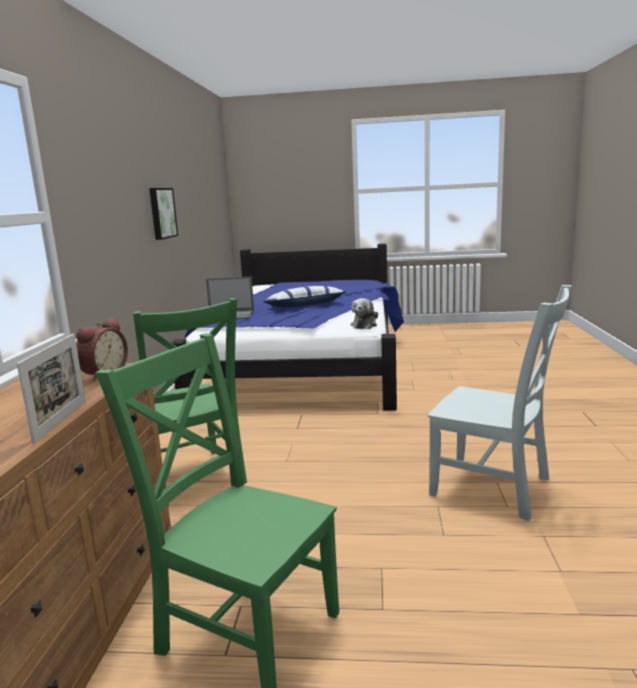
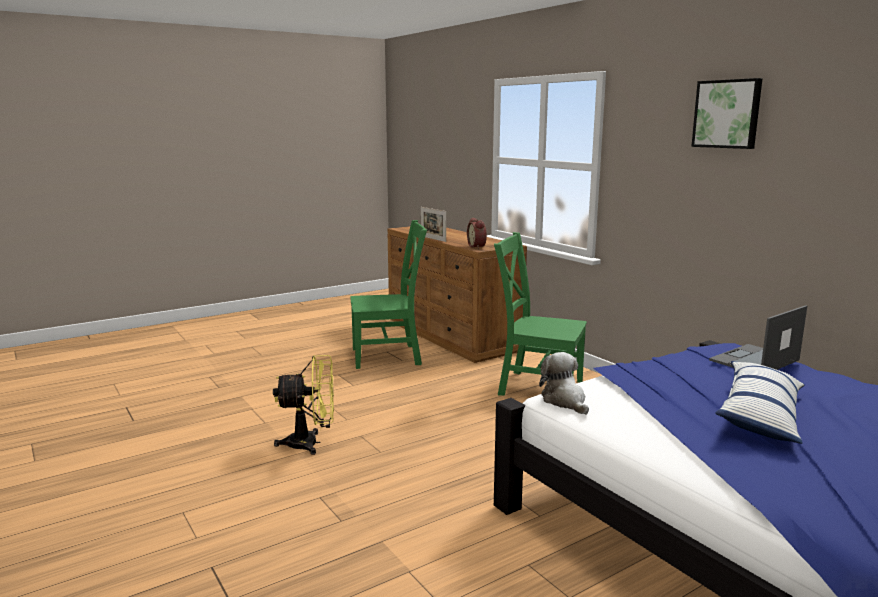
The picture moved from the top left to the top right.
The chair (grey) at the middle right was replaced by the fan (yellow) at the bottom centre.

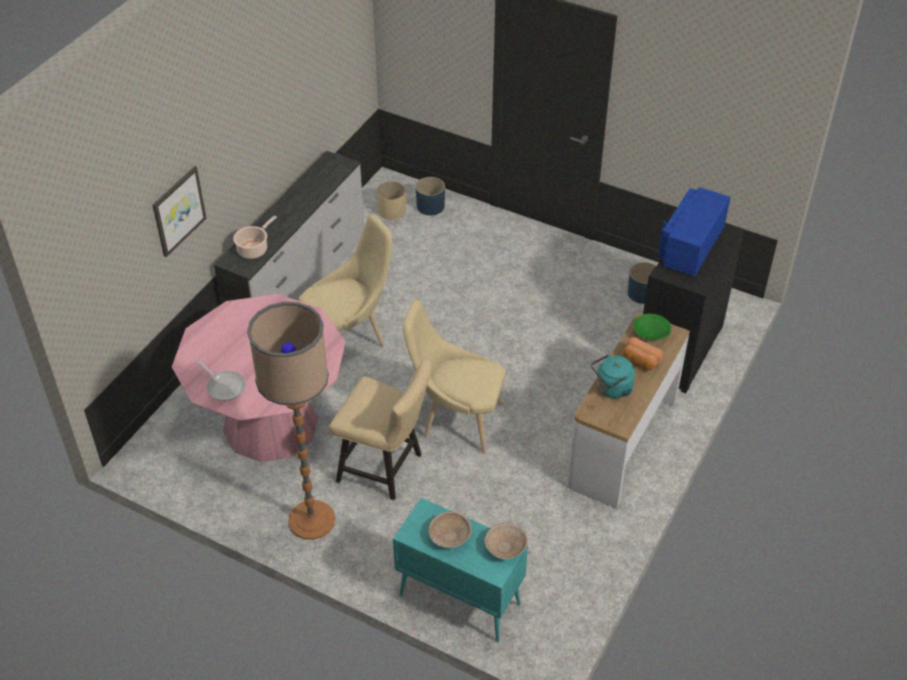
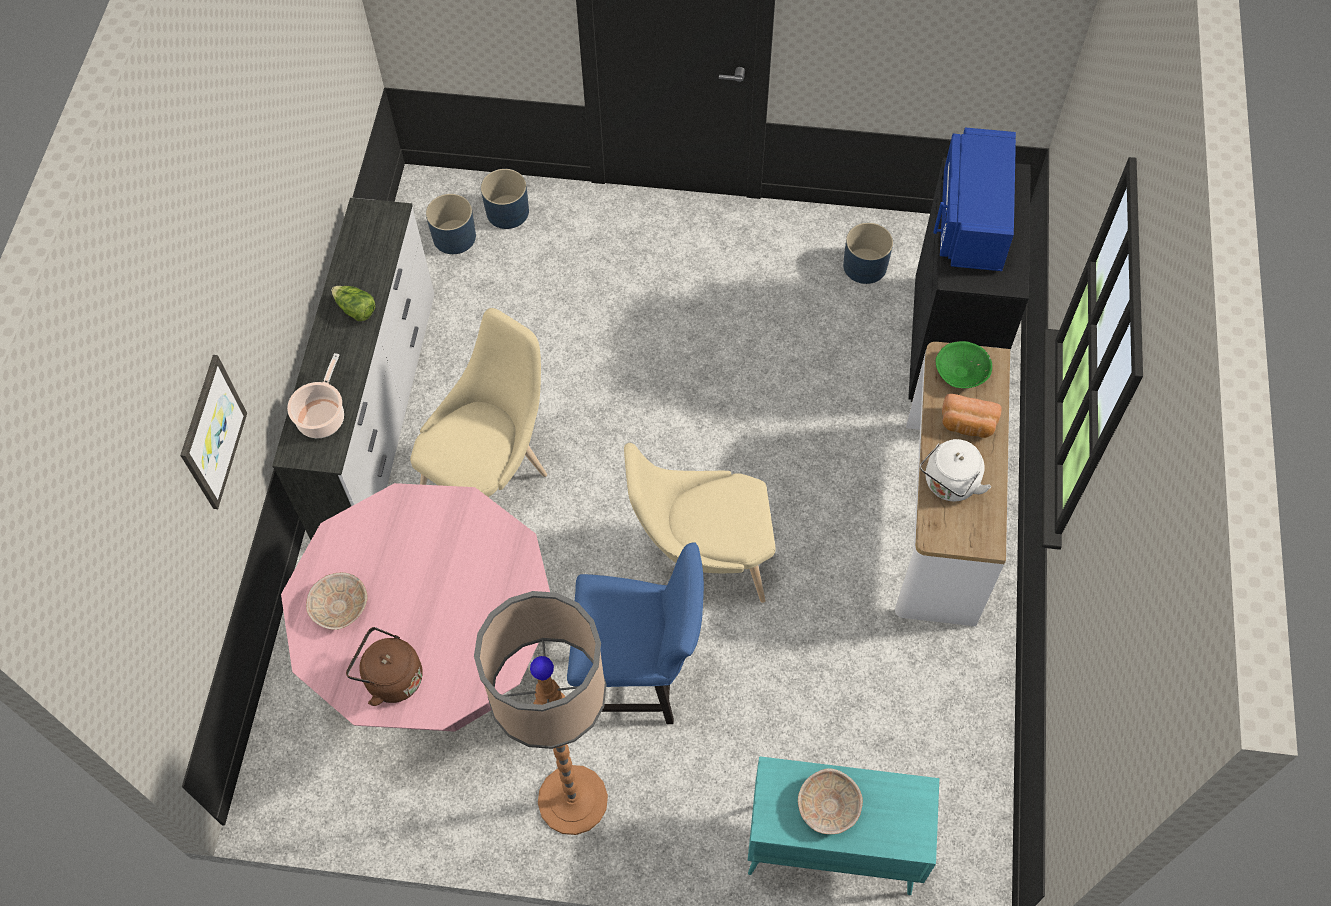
The planter (beige) at the top centre became the planter (blue) (1st from left) at the top centre.
The kettle (turquoise) at the middle right became the kettle (white) at the middle right.
The frying pan at the middle left was replaced by the kettle (brown) at the bottom left.
The chair (beige) (2nd from left) at the centre became the chair (blue) at the bottom centre.
The bowl (beige) (2nd from left in the first image) moved from the bottom centre to the middle left.
The lettuce at the middle left appeared.

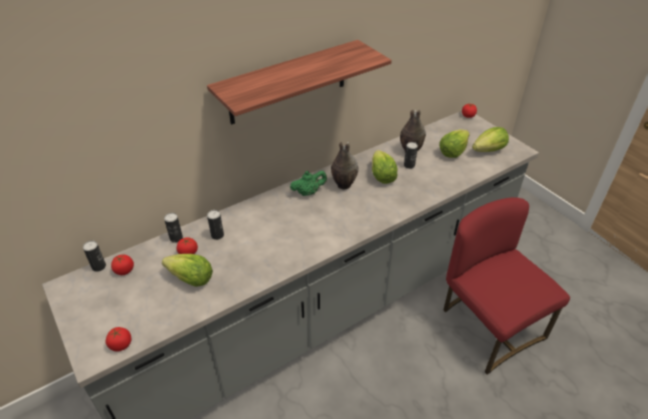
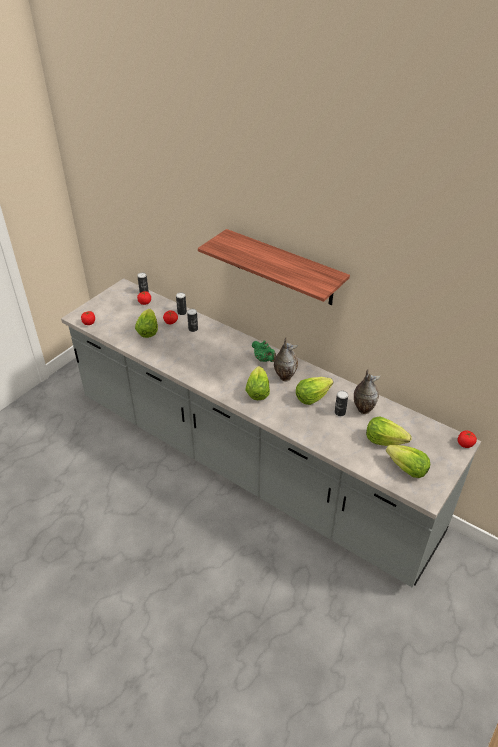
The chair (red) at the bottom right disappeared.
The lettuce (2nd from left) at the centre appeared.

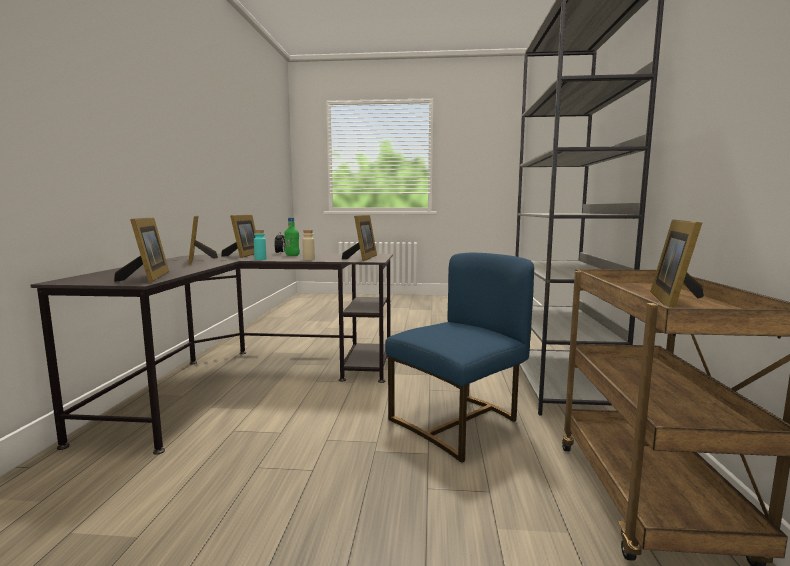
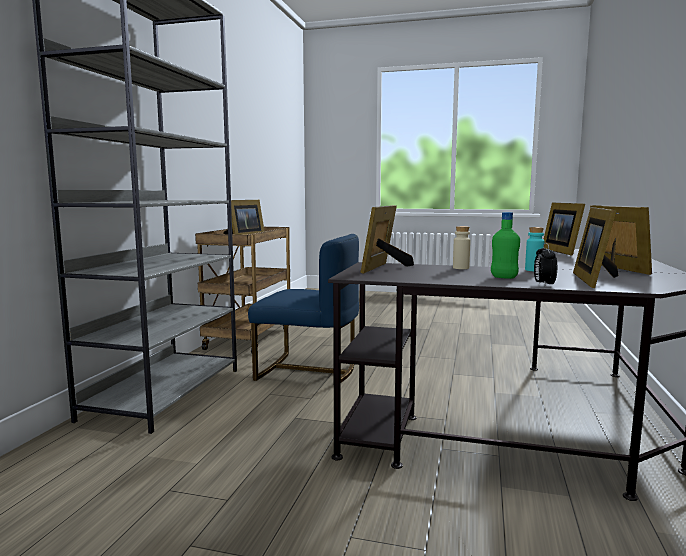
The chair (blue) at the centre turned 135 degrees counterclockwise.

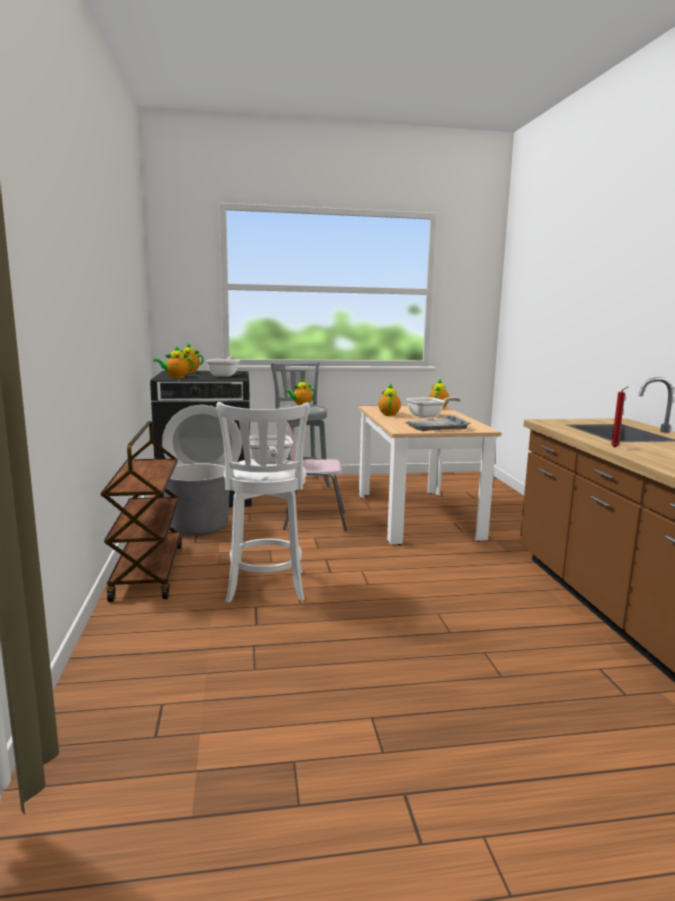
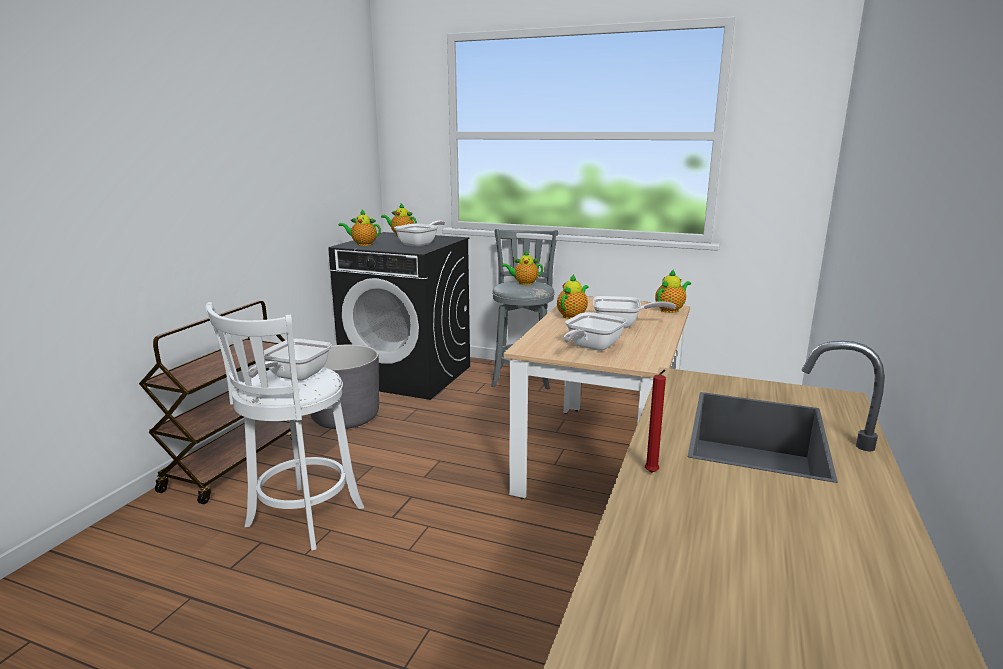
The tray (grey) at the centre was replaced by the frying pan (3rd from left) at the centre.
The chair (pink) at the centre disappeared.

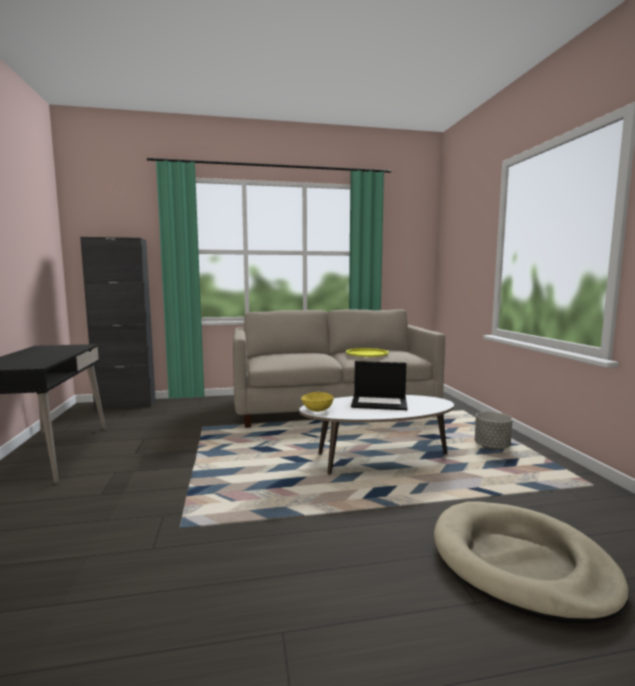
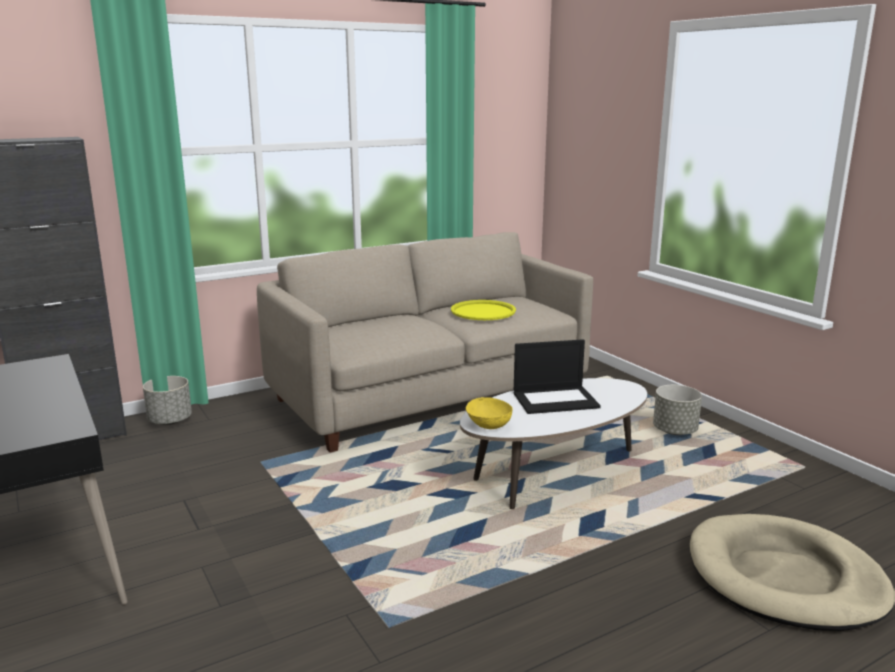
The planter (grey) (1st from left) at the middle left appeared.

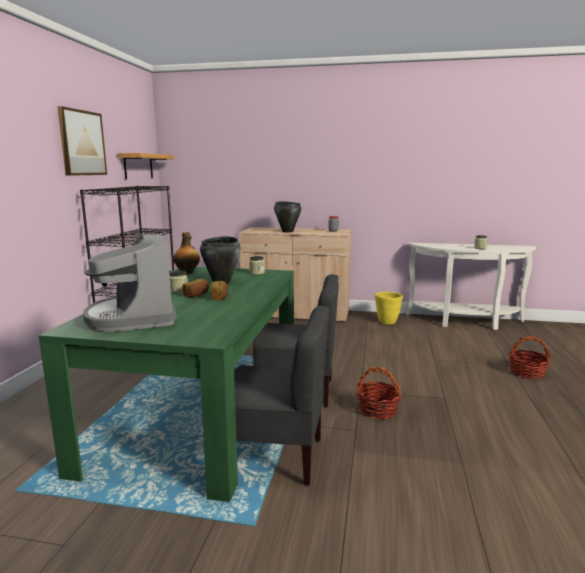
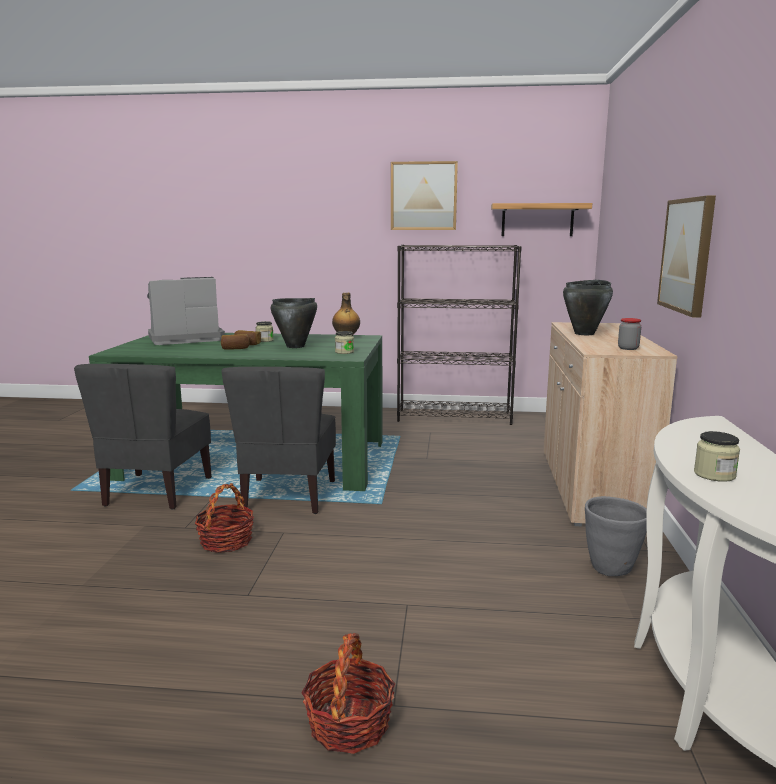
The planter (yellow) at the centre became the planter (grey) at the bottom right.
The picture (2nd from left) at the top right appeared.

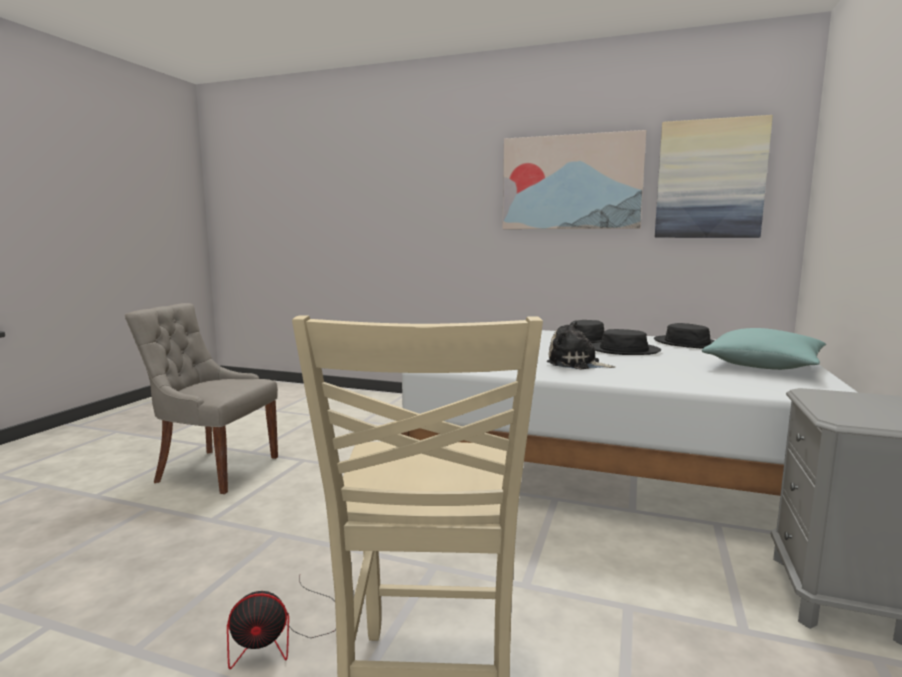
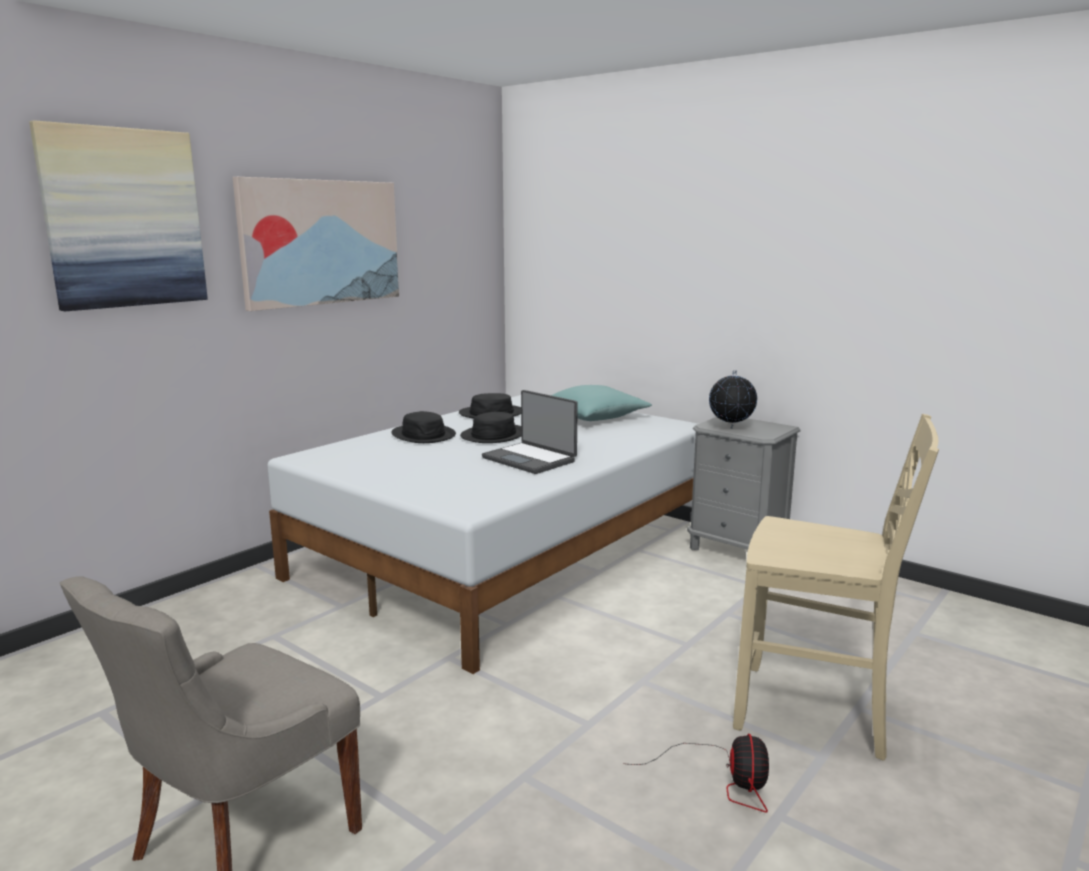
The picture (2nd from left in the first image) moved from the top right to the top left.
The plush toy at the centre was replaced by the laptop at the centre.
The globe at the middle right appeared.

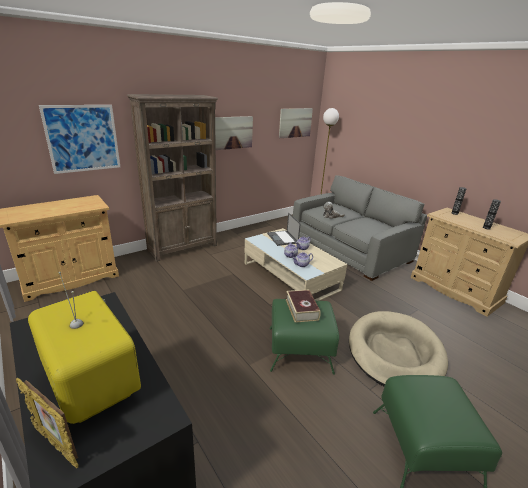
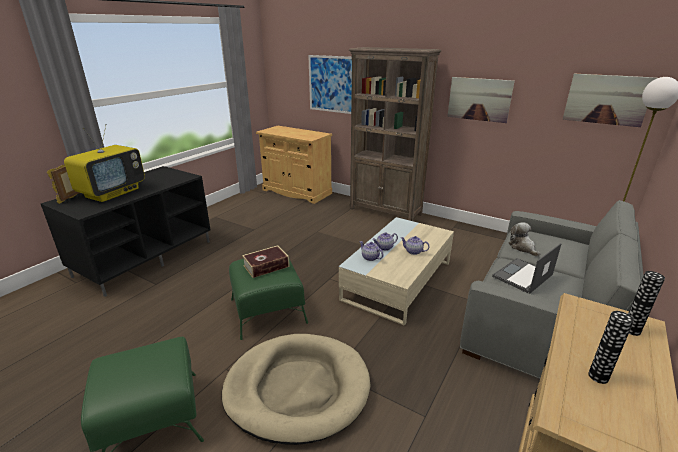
The laptop moved from the centre to the middle right.

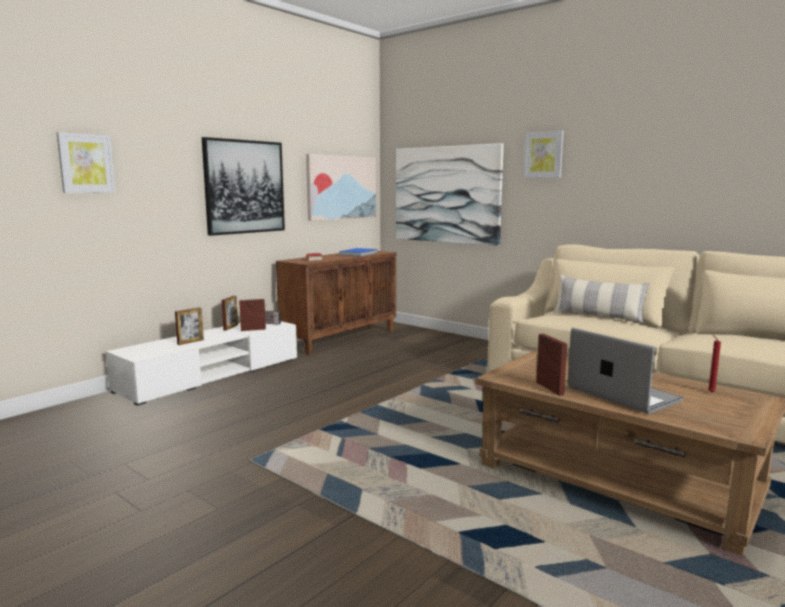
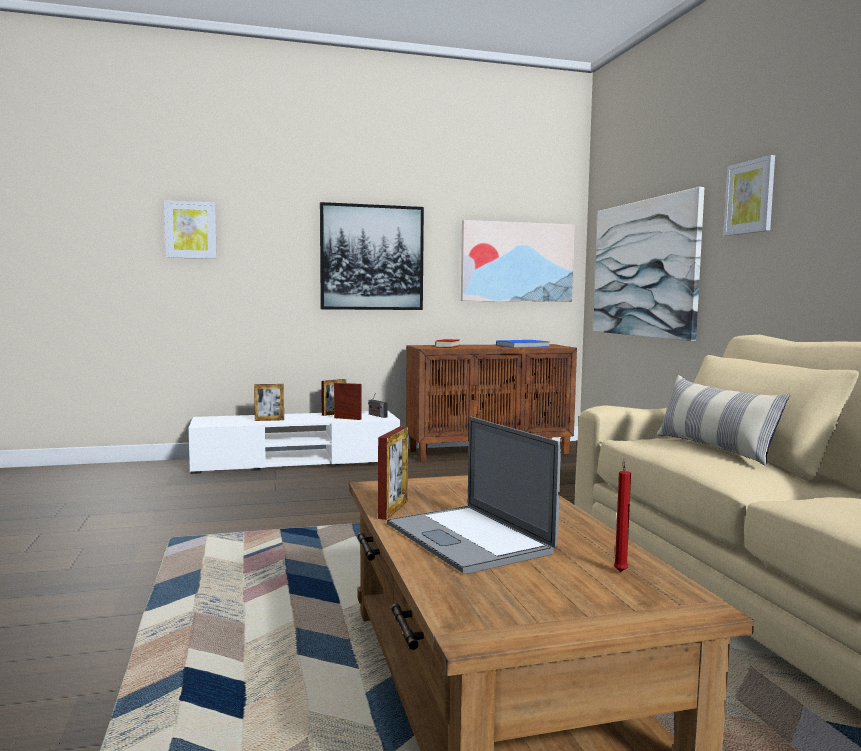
The laptop at the middle right turned 150 degrees clockwise.

